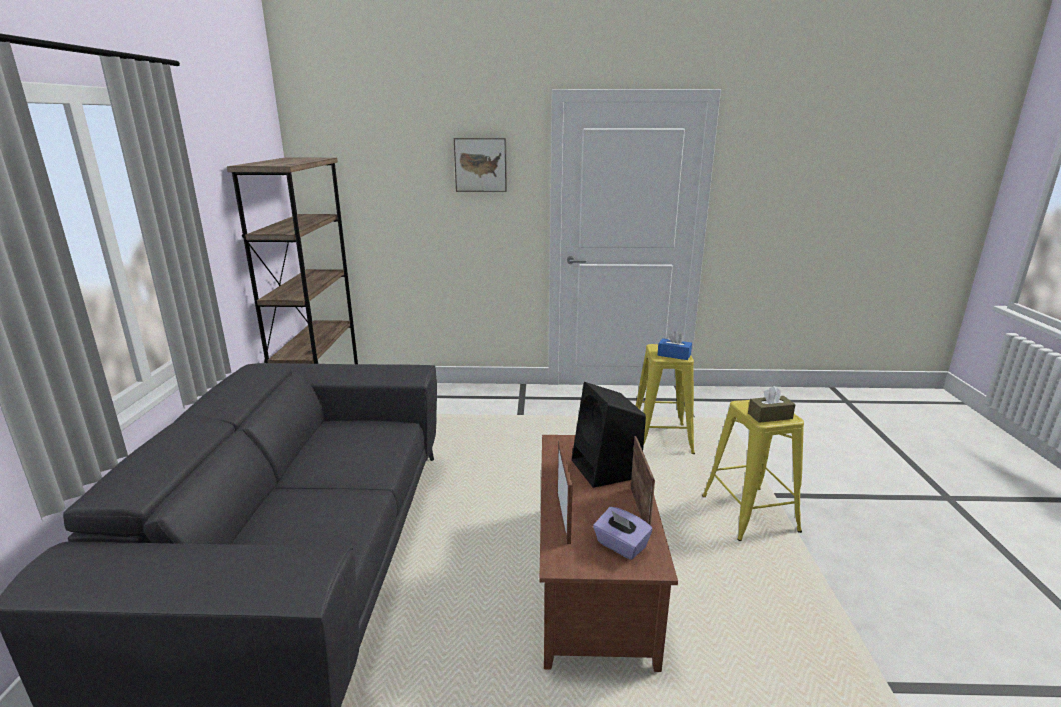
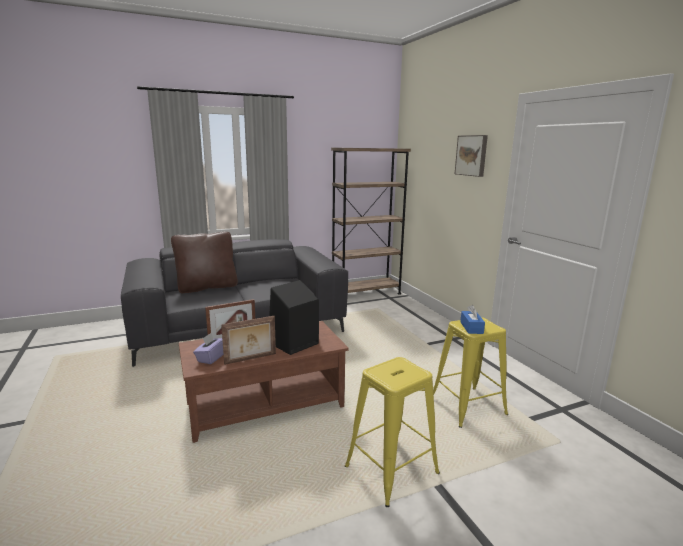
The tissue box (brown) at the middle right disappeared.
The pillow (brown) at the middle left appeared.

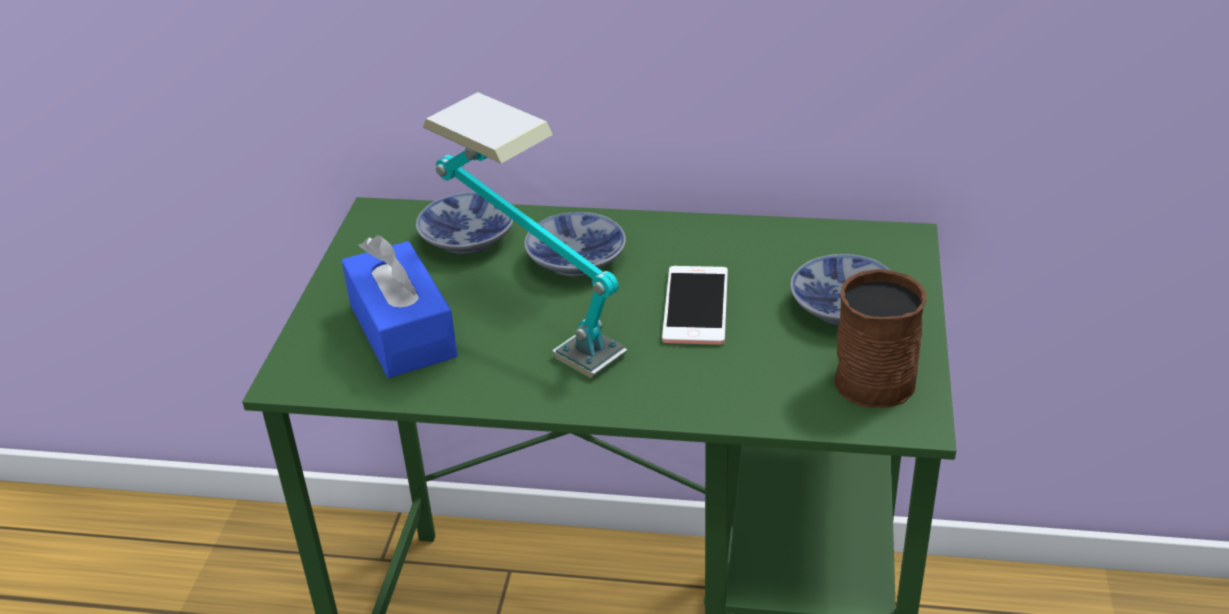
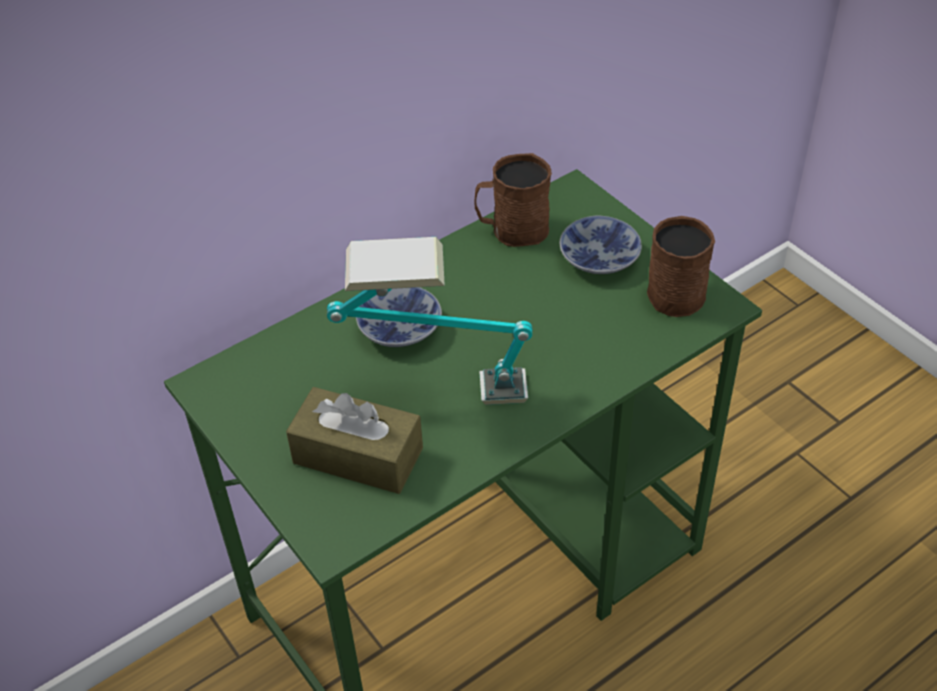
The bowl (1st from left) at the centre disappeared.
The tissue box (blue) at the middle left became the tissue box (brown) at the centre.
The phone at the centre disappeared.
The mug (brown) (1st from left) at the top centre appeared.

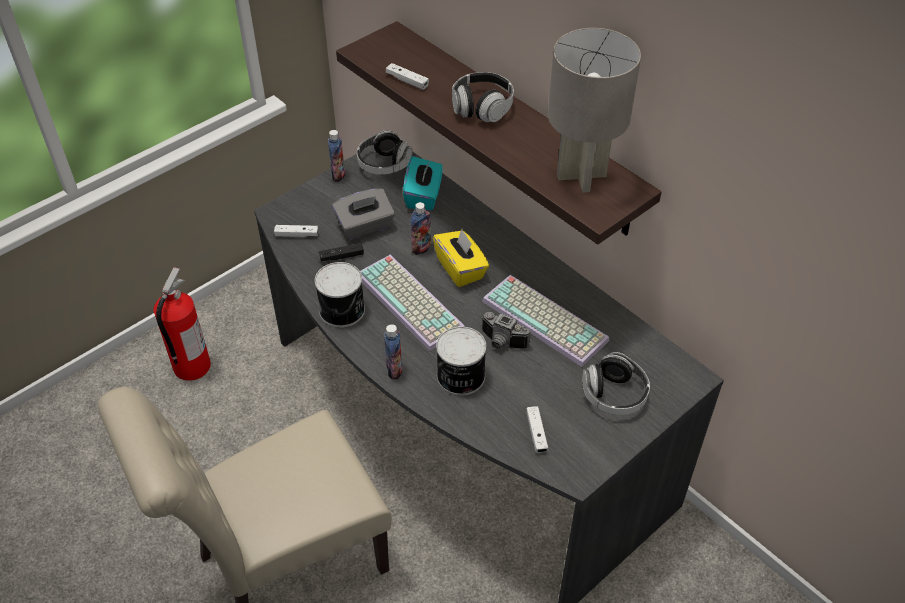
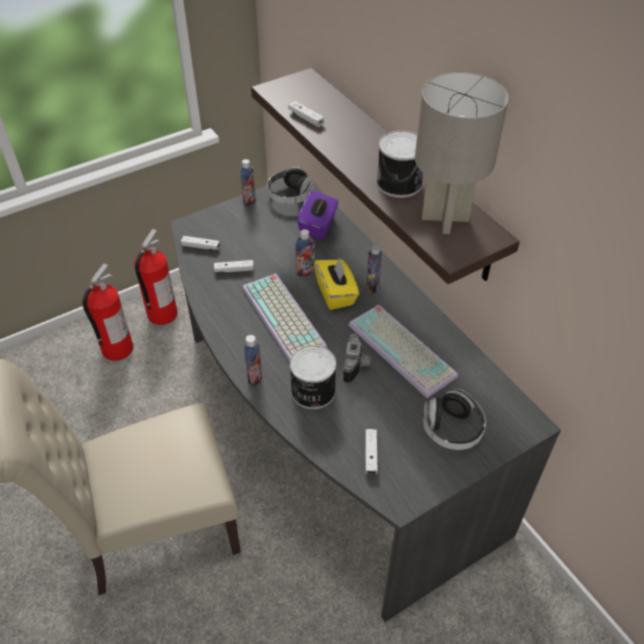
The headphones (2nd from left) at the top centre disappeared.
The tissue box (turquoise) at the top centre became the tissue box (purple) at the top centre.
The tissue box (grey) at the centre disappeared.
The game controller (black) at the centre became the game controller (white) (2nd from left) at the centre.
The can (1st from left in the first image) moved from the centre to the top centre.
The photo camera at the centre turned 120 degrees counterclockwise.
The fire extinguisher (2nd from left) at the middle left appeared.
The bottle (4th from left) at the centre appeared.

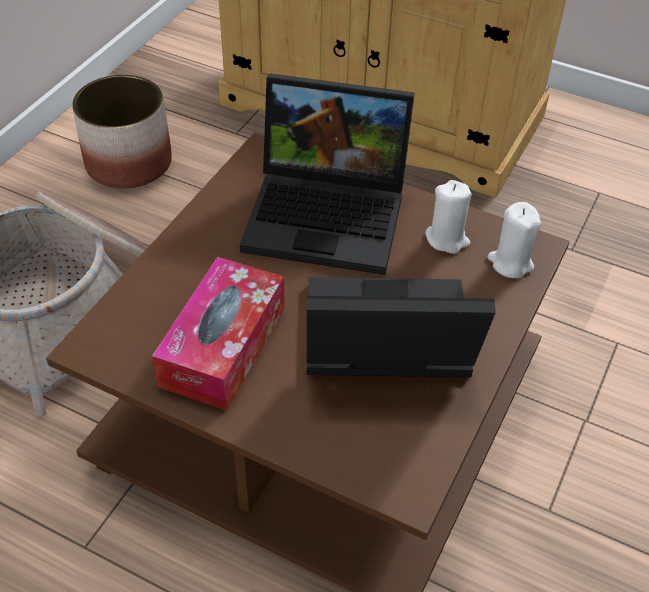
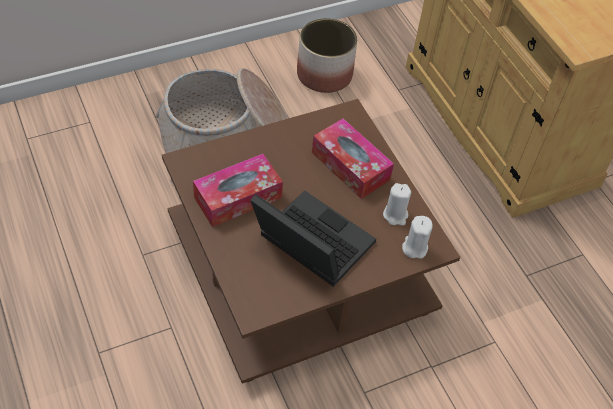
The laptop (1st from left) at the top centre was replaced by the tissue box (2nd from left) at the centre.

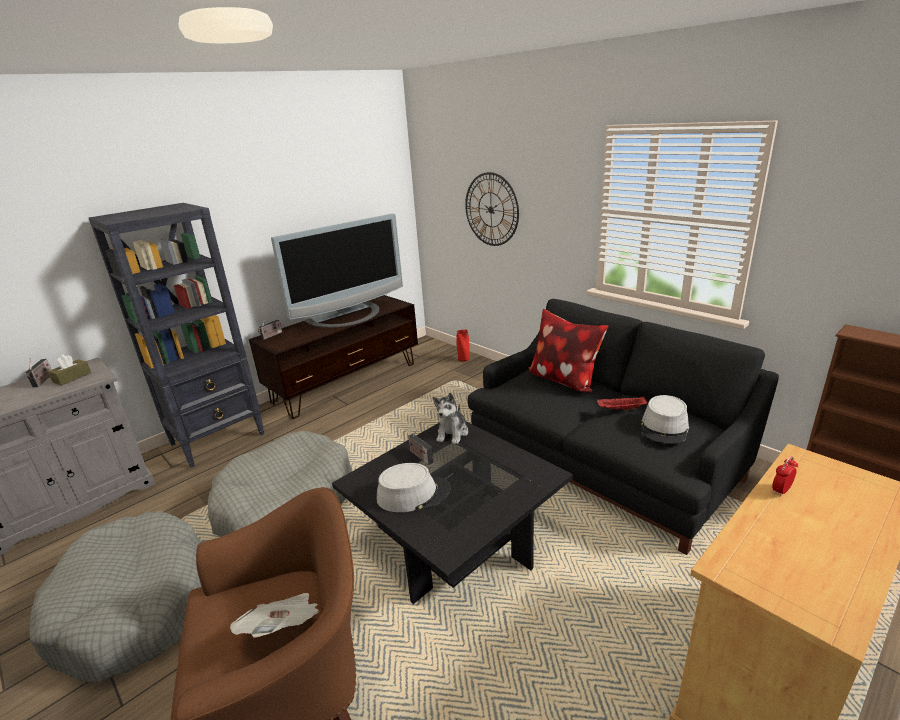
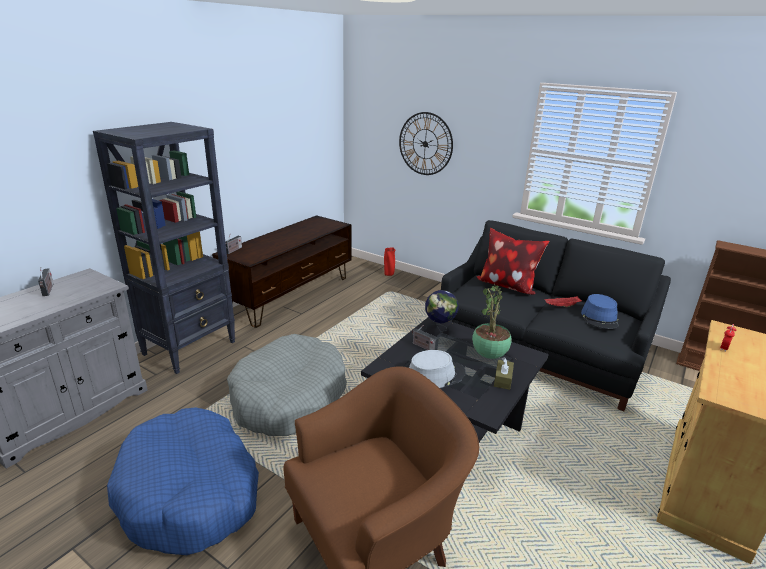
The television at the centre disappeared.
The tissue box (brown) moved from the middle left to the centre.
The plush toy at the centre was replaced by the globe at the centre.
The hat (grey) (2nd from left) at the middle right became the hat (blue) at the middle right.
The dog bed (grey) (1st from left) at the bottom left became the dog bed (blue) at the bottom left.
The newspaper at the bottom left disappeared.
The potted plant at the centre appeared.

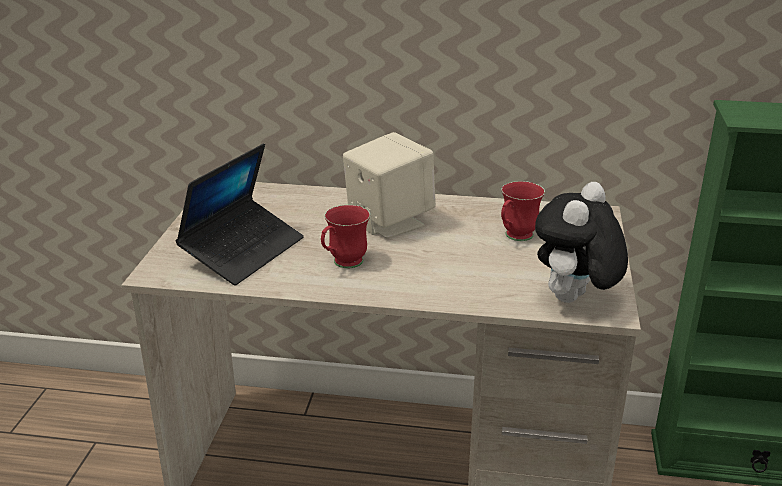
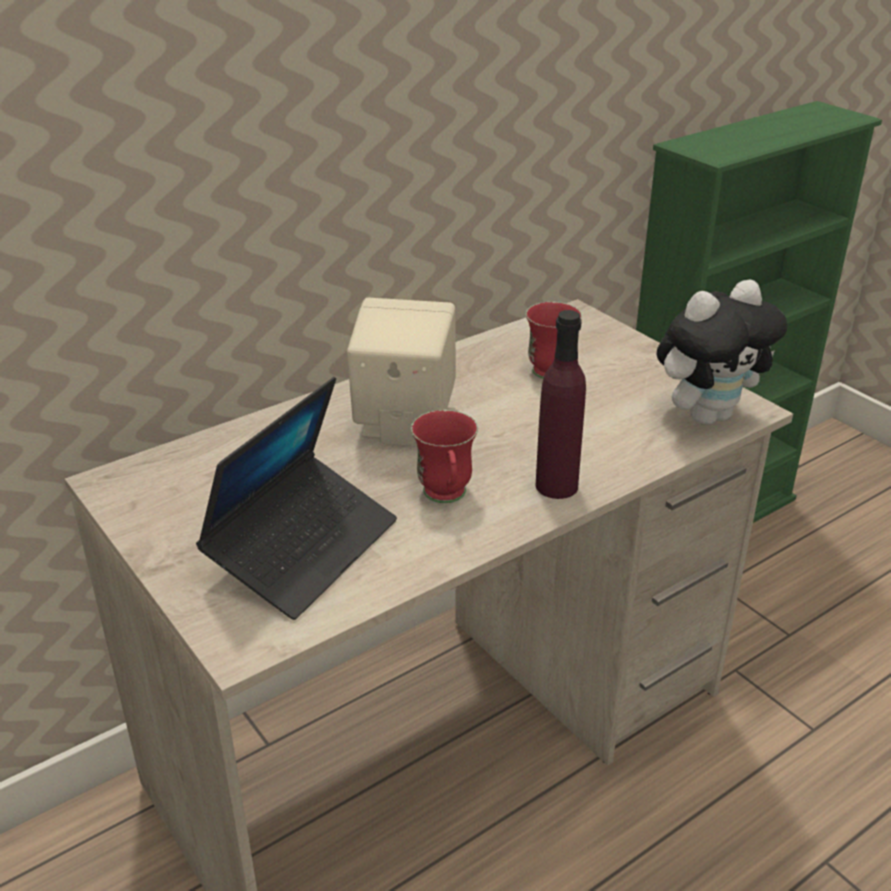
The laptop at the middle left turned 45 degrees clockwise.
The plush toy at the middle right turned 105 degrees counterclockwise.
The bottle (purple) at the centre appeared.

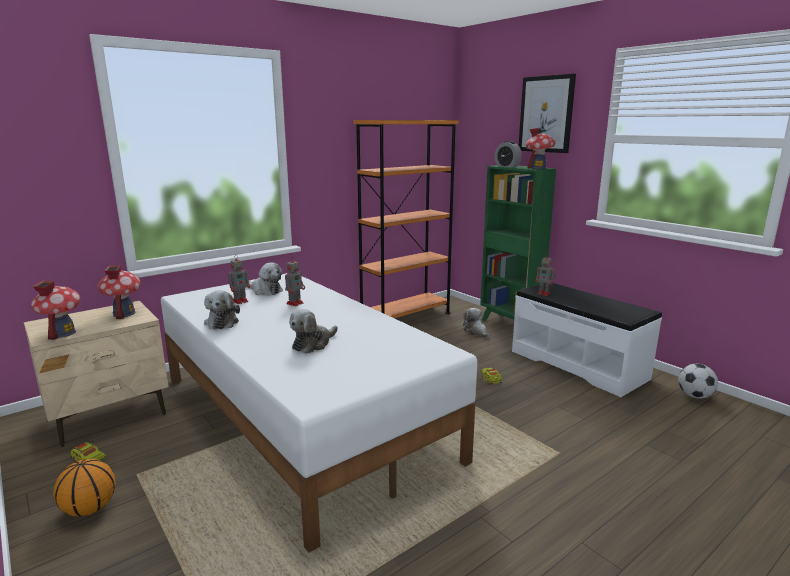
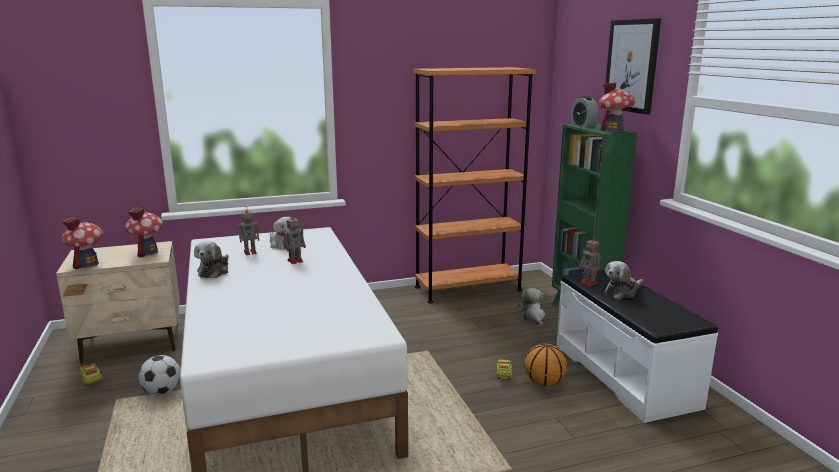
The plush toy (3rd from left in the first image) moved from the centre to the middle right.
The football moved from the middle right to the bottom left.
The basketball moved from the bottom left to the bottom centre.

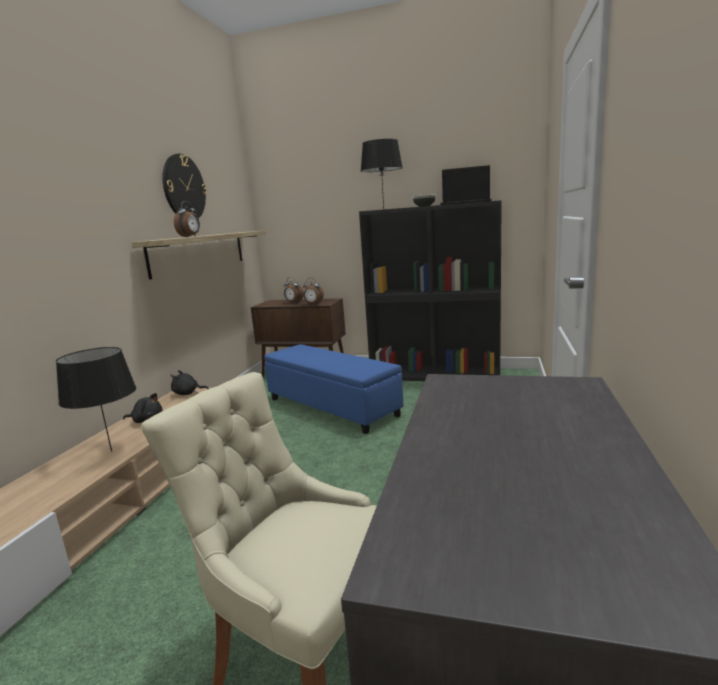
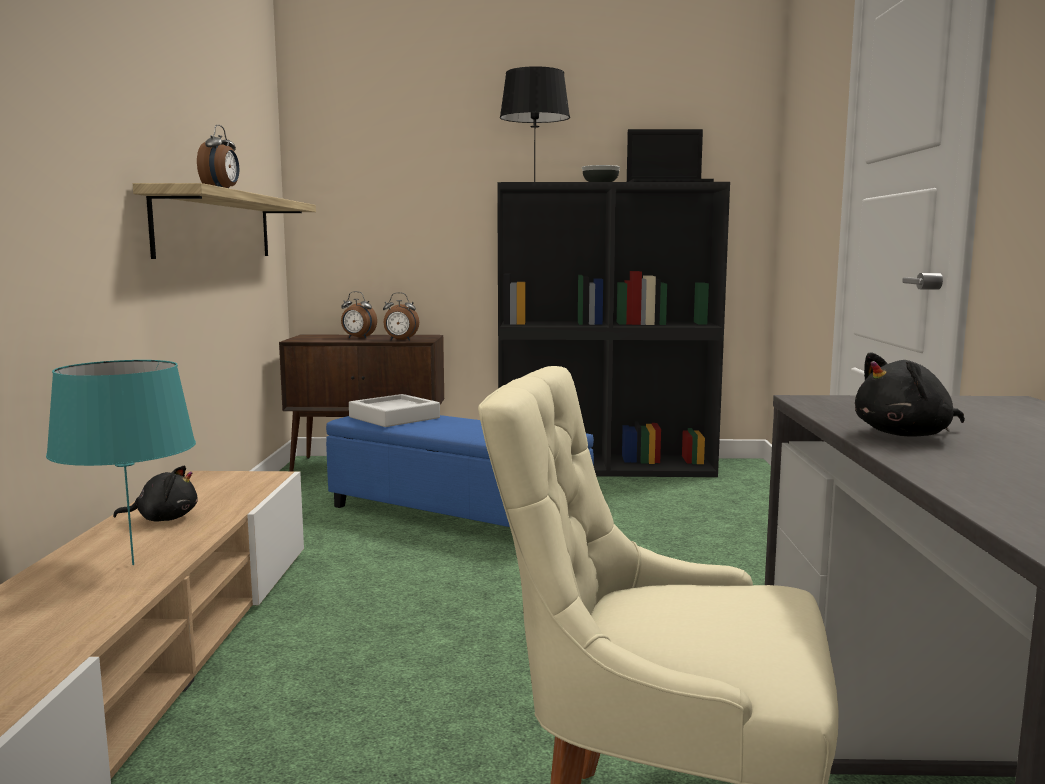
The wall clock at the top left disappeared.
The table lamp (black) (1st from left) at the middle left became the table lamp (turquoise) at the middle left.
The plush toy (black) (2nd from left) moved from the middle left to the middle right.
The tray (grey) at the centre appeared.

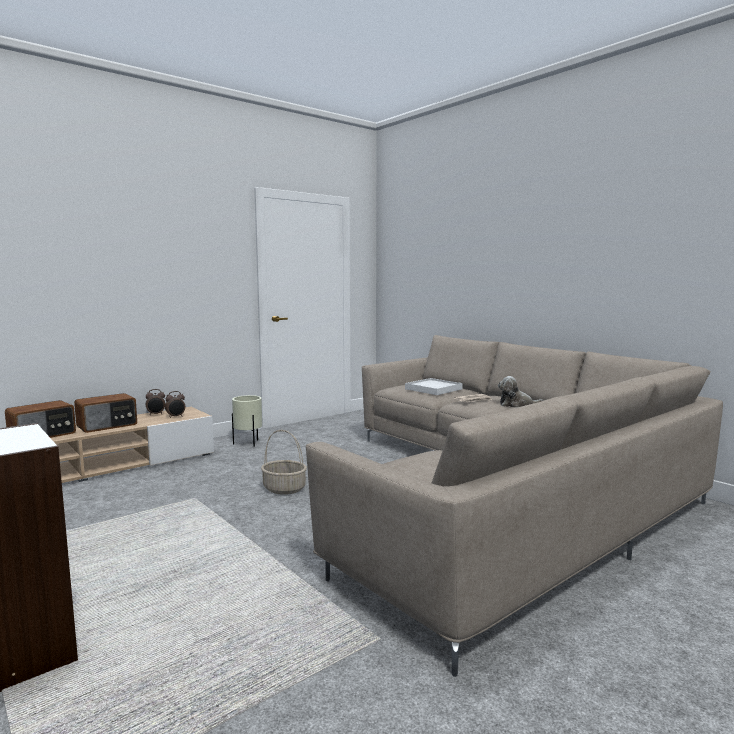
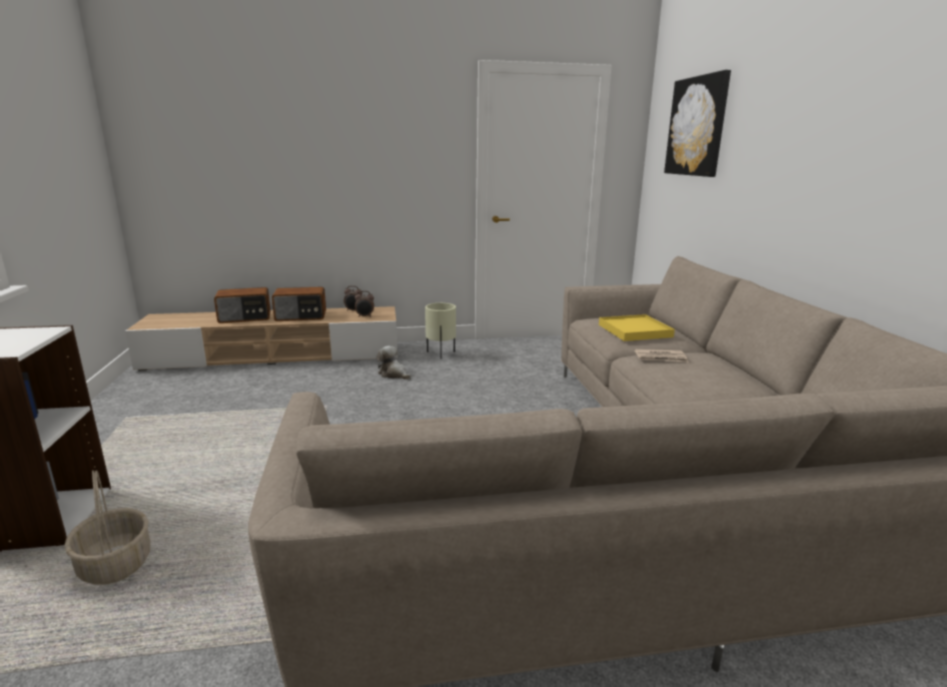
The plush toy moved from the middle right to the centre.
The tray (white) at the centre became the tray (yellow) at the middle right.
The basket moved from the centre to the bottom left.
The picture at the top right appeared.

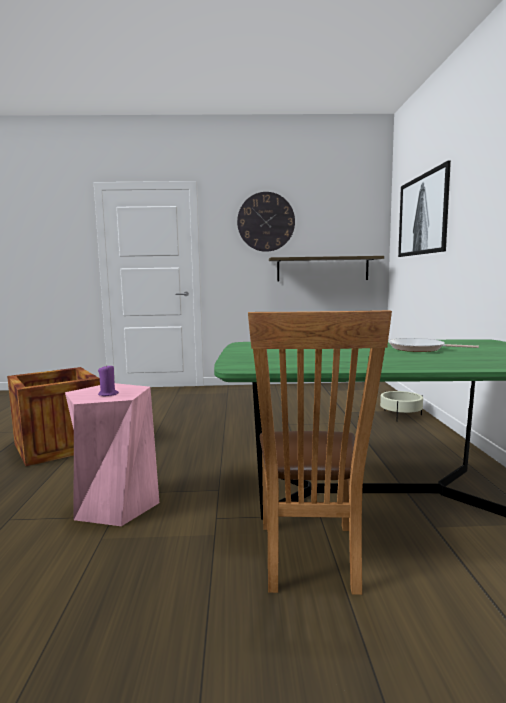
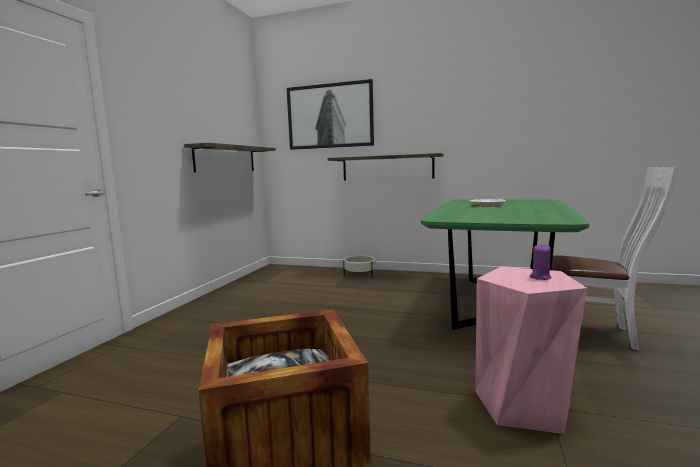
The wall clock at the top centre disappeared.
The chair (brown) at the centre became the chair (white) at the middle right.
The shelf (2nd from left) at the centre appeared.

